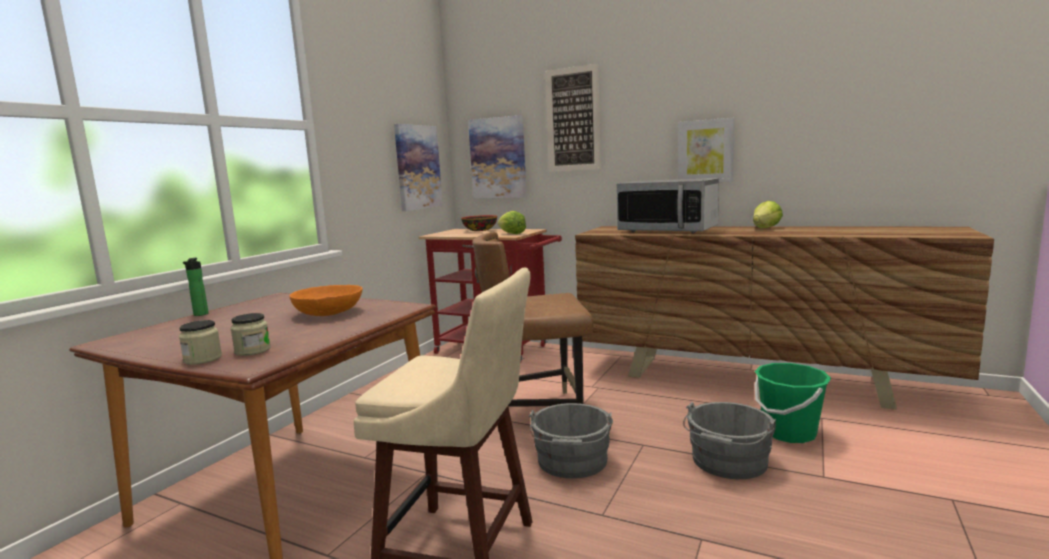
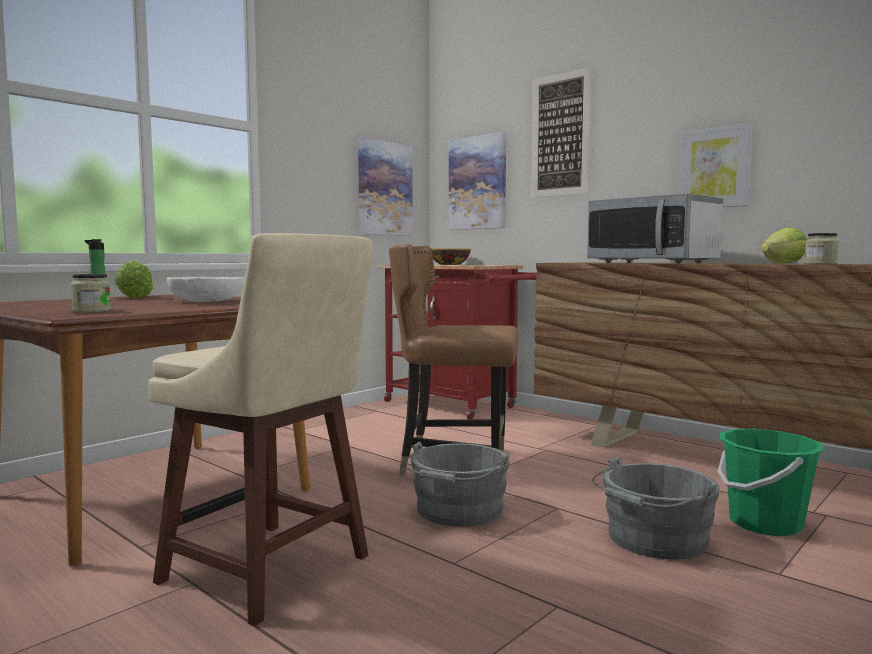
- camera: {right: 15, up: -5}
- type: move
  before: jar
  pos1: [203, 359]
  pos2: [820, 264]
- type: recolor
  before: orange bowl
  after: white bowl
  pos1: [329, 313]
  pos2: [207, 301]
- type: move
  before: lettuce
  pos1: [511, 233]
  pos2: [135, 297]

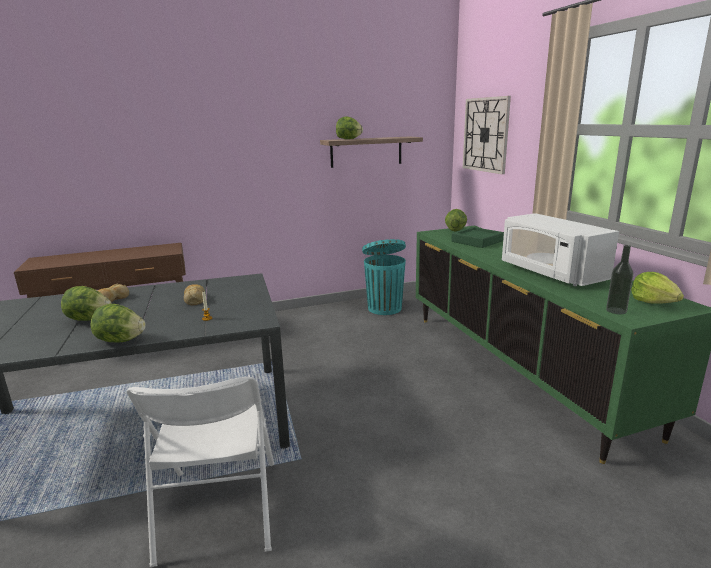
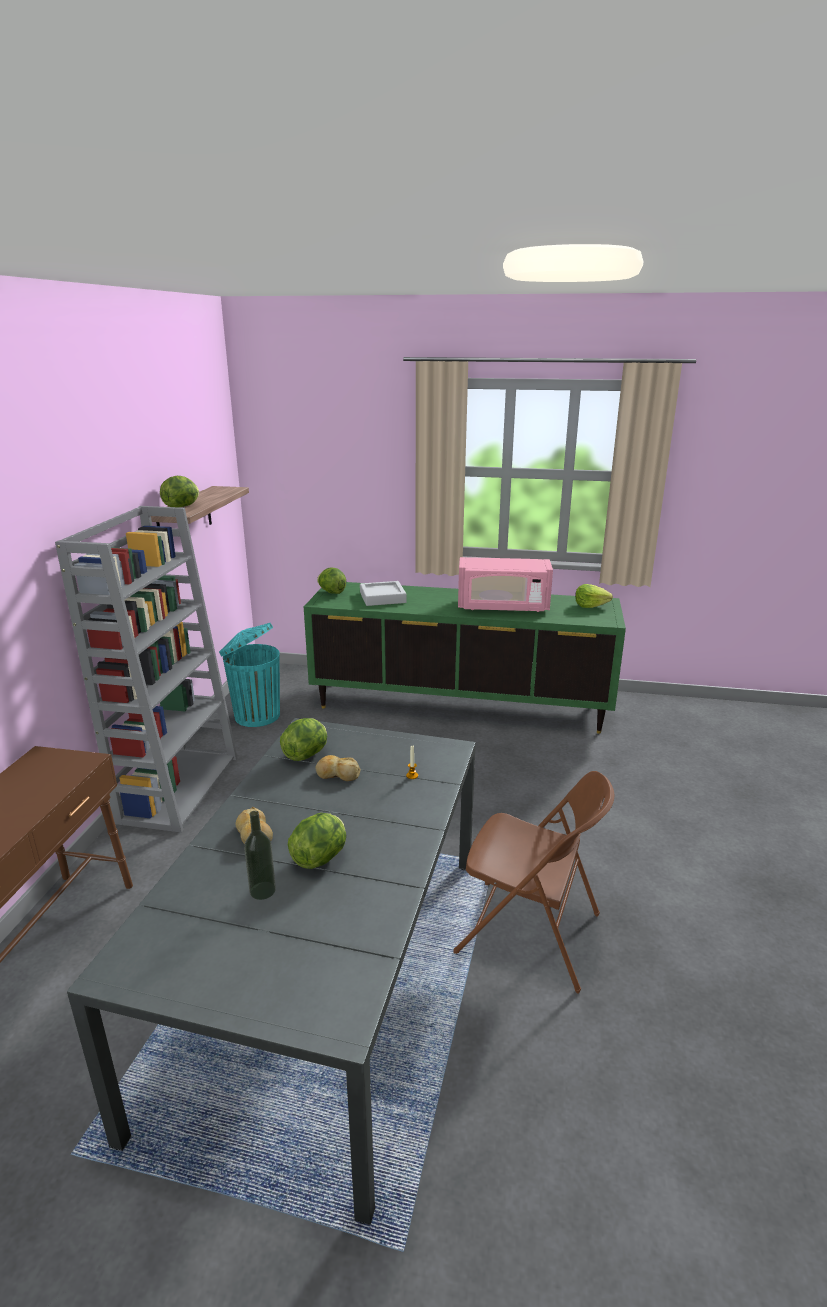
- camera: {right: -60, up: 5}
- type: move
  before: lettuce
  pos1: [120, 340]
  pos2: [306, 754]
- type: recolor
  before: white chair
  after: brown chair
  pos1: [219, 509]
  pos2: [528, 933]
- type: recolor
  before: green tray
  after: grey tray
  pos1: [477, 241]
  pos2: [382, 597]
- type: delete
  before: wall clock
  pos1: [485, 135]
- type: recolor
  before: white microwave
  after: pink microwave
  pos1: [550, 273]
  pos2: [503, 607]
- type: move
  before: bottle
  pos1: [616, 310]
  pos2: [262, 890]
- type: insert
  after: grey bookcase
  pos2: [179, 787]

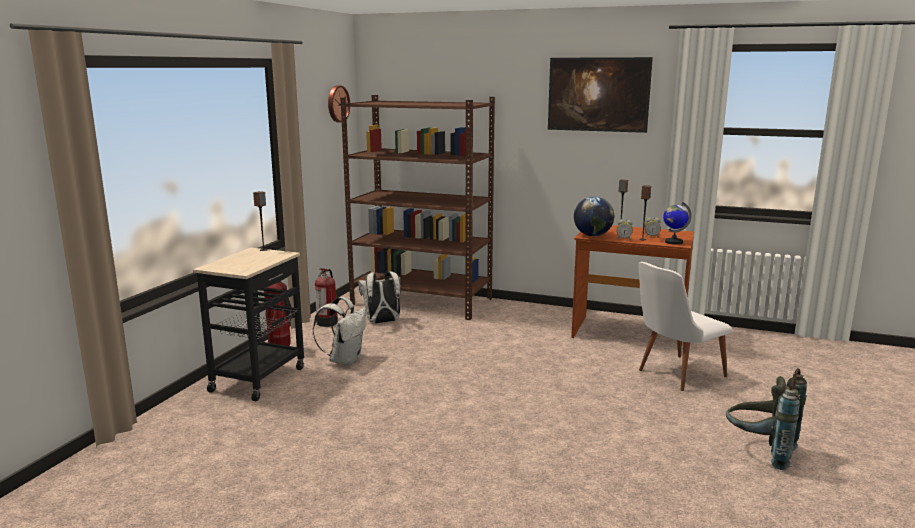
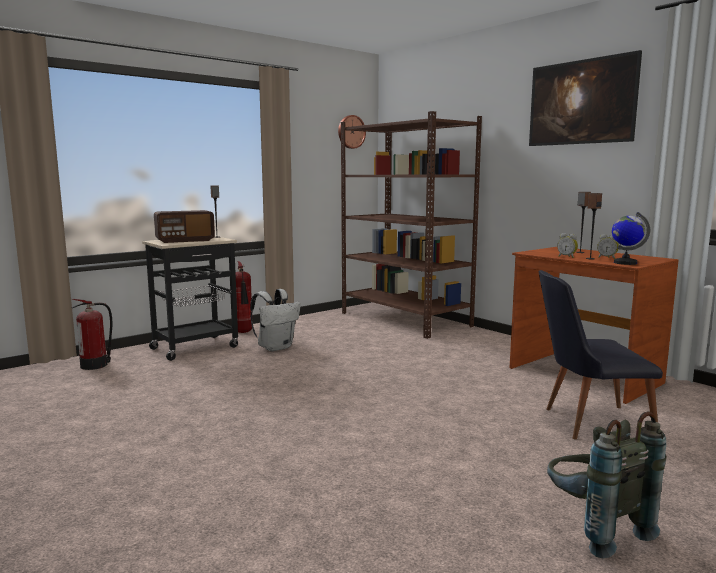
- camera: {right: 30, up: -5}
- type: move
  before: fire extinguisher
  pos1: [327, 322]
  pos2: [95, 365]
- type: delete
  before: white backpack
  pos1: [382, 322]
- type: delete
  before: globe
  pos1: [592, 235]
- type: recolor
  before: white chair
  after: black chair
  pos1: [674, 374]
  pos2: [587, 422]
- type: insert
  after: radio
  pos2: [185, 240]

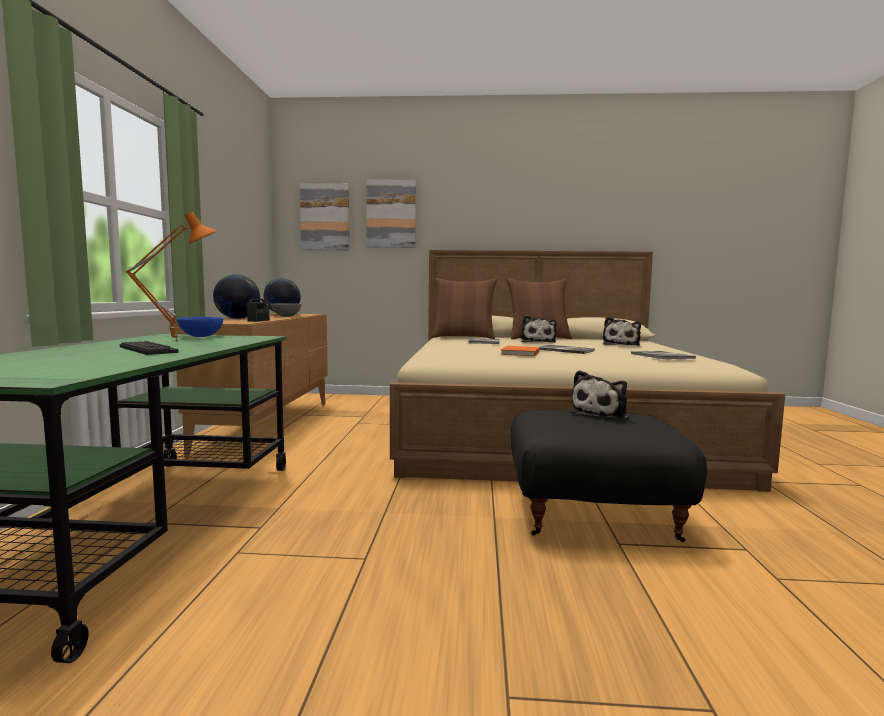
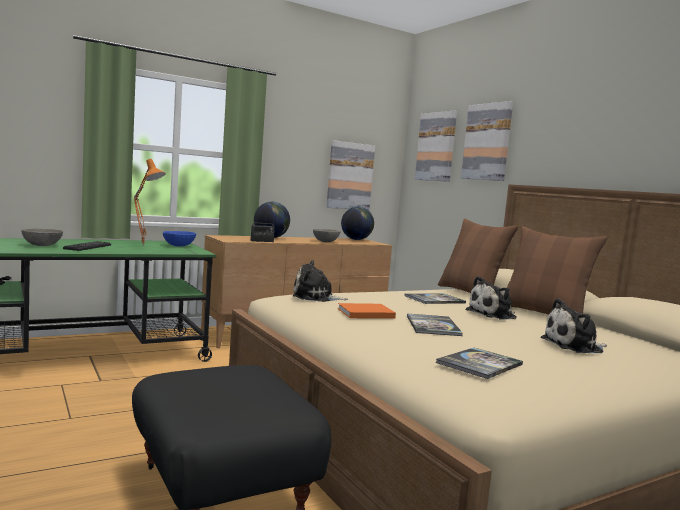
- camera: {right: 55, up: 0}
- type: move
  before: plush toy
  pos1: [601, 414]
  pos2: [315, 297]
- type: insert
  after: grey bowl
  pos2: [42, 245]
- type: insert
  after: picture
  pos2: [350, 176]

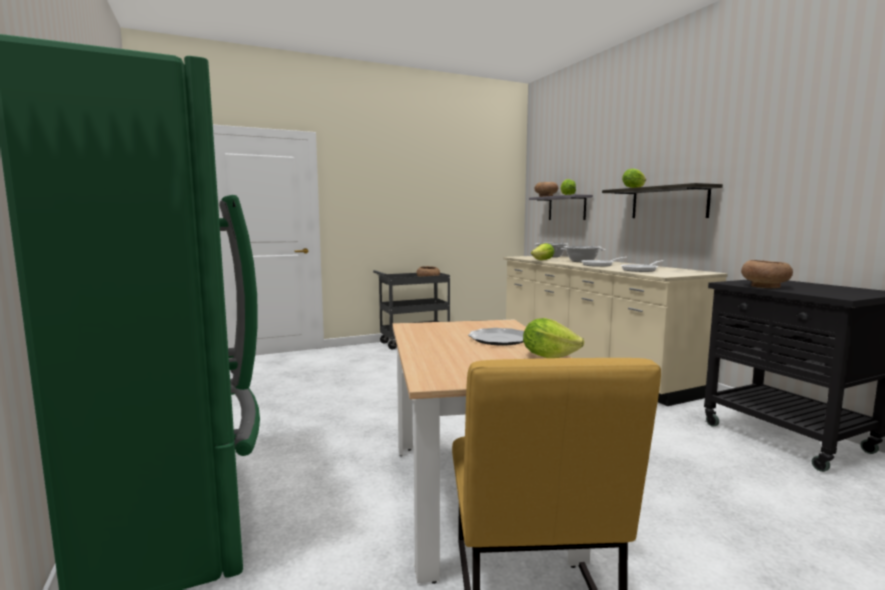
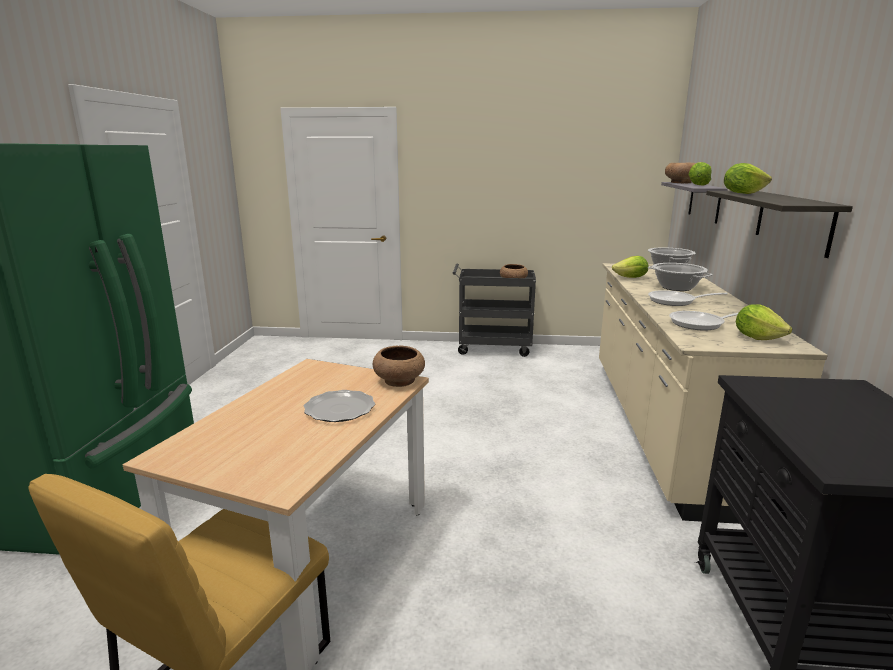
- camera: {right: 30, up: 10}
- type: move
  before: lettuce
  pos1: [548, 356]
  pos2: [757, 337]
- type: move
  before: brown bowl
  pos1: [765, 286]
  pos2: [400, 381]

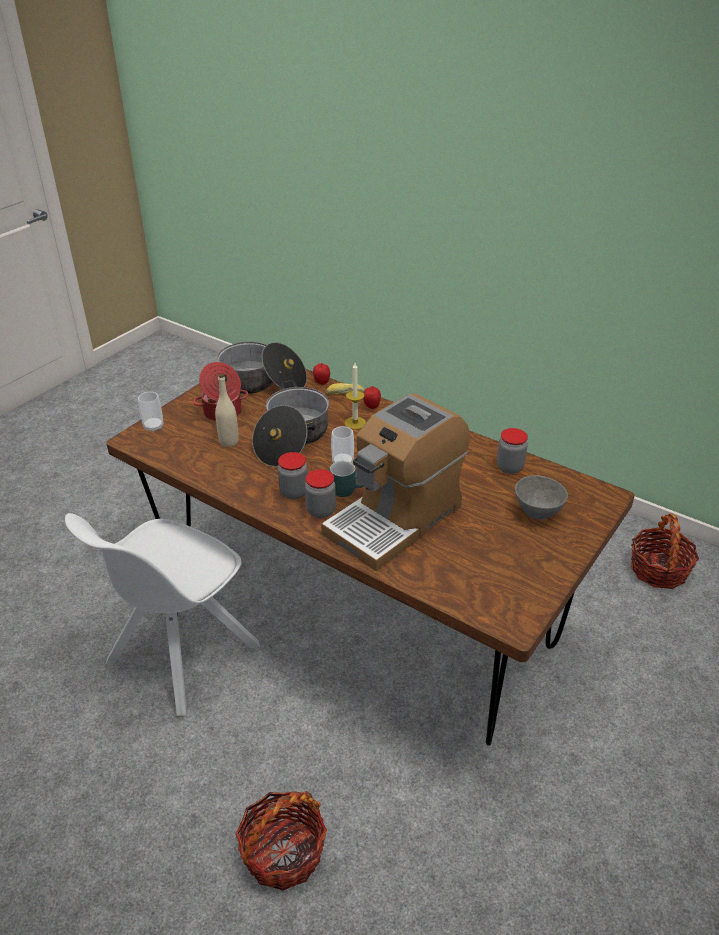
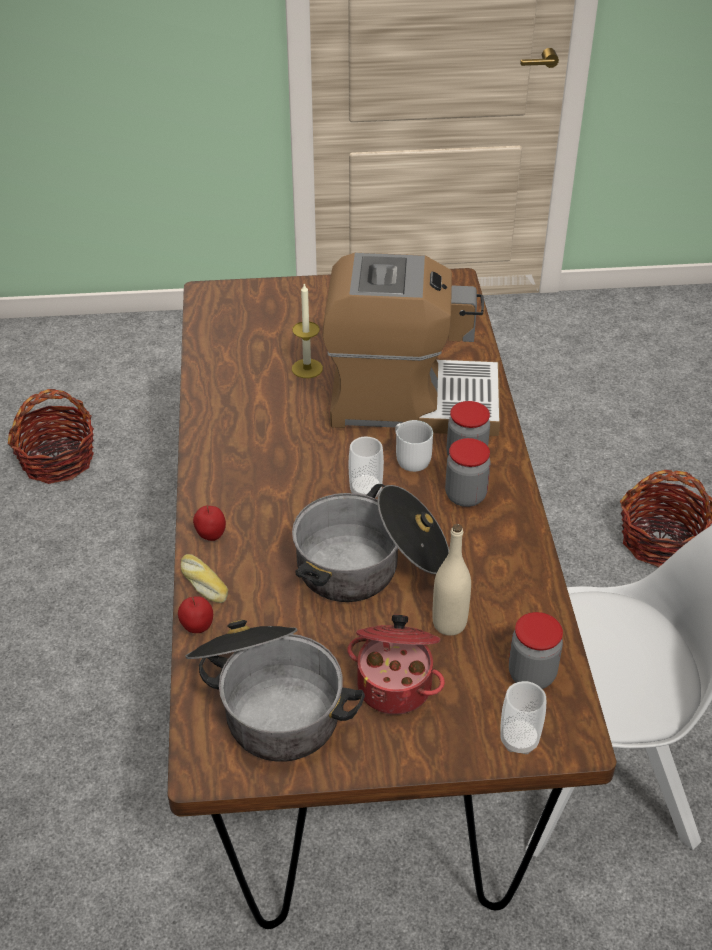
- camera: {right: -130, up: 5}
- type: recolor
  before: turquoise mug
  after: white mug
  pos1: [347, 489]
  pos2: [408, 459]
- type: move
  before: candle
  pos1: [355, 423]
  pos2: [307, 368]
- type: move
  before: jar
  pos1: [509, 467]
  pos2: [531, 675]
- type: delete
  before: grey bowl
  pos1: [536, 513]

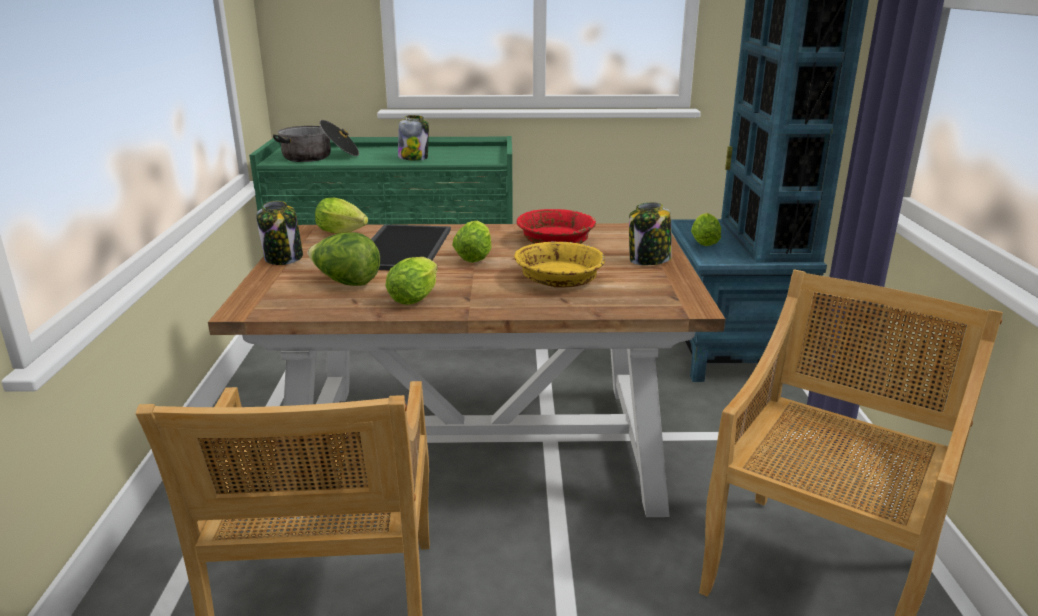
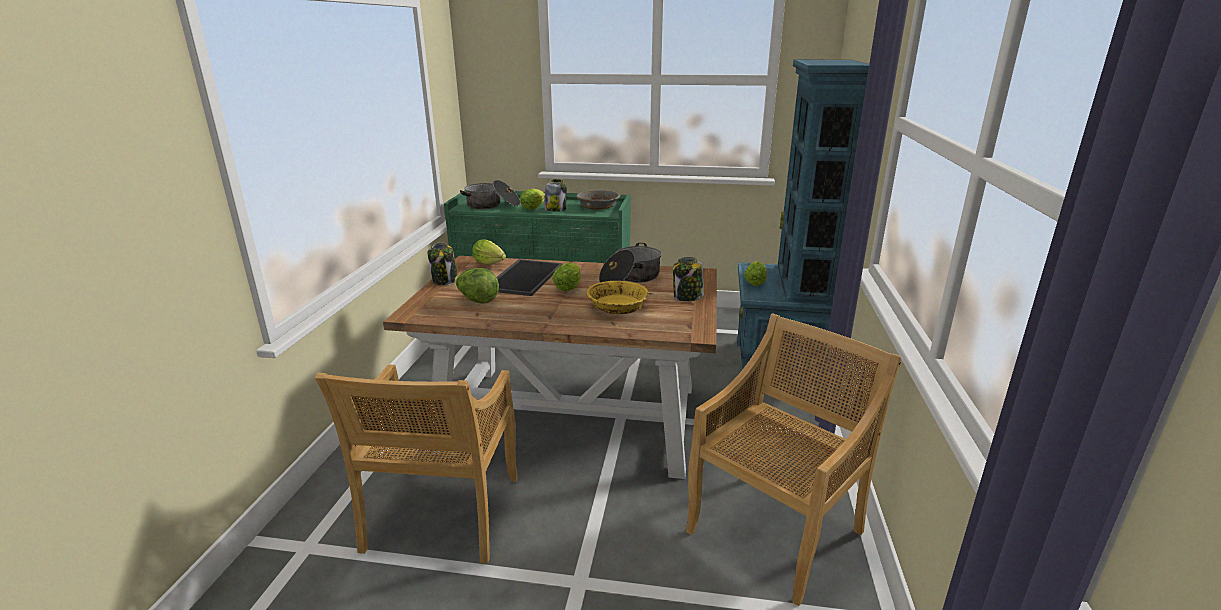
- camera: {right: 10, up: 0}
- type: move
  before: lettuce
  pos1: [416, 297]
  pos2: [534, 208]
- type: replace
  before: red bowl
  after: cooking pot
  pos1: [556, 241]
  pos2: [630, 278]
- type: insert
  after: grey bowl
  pos2: [597, 206]

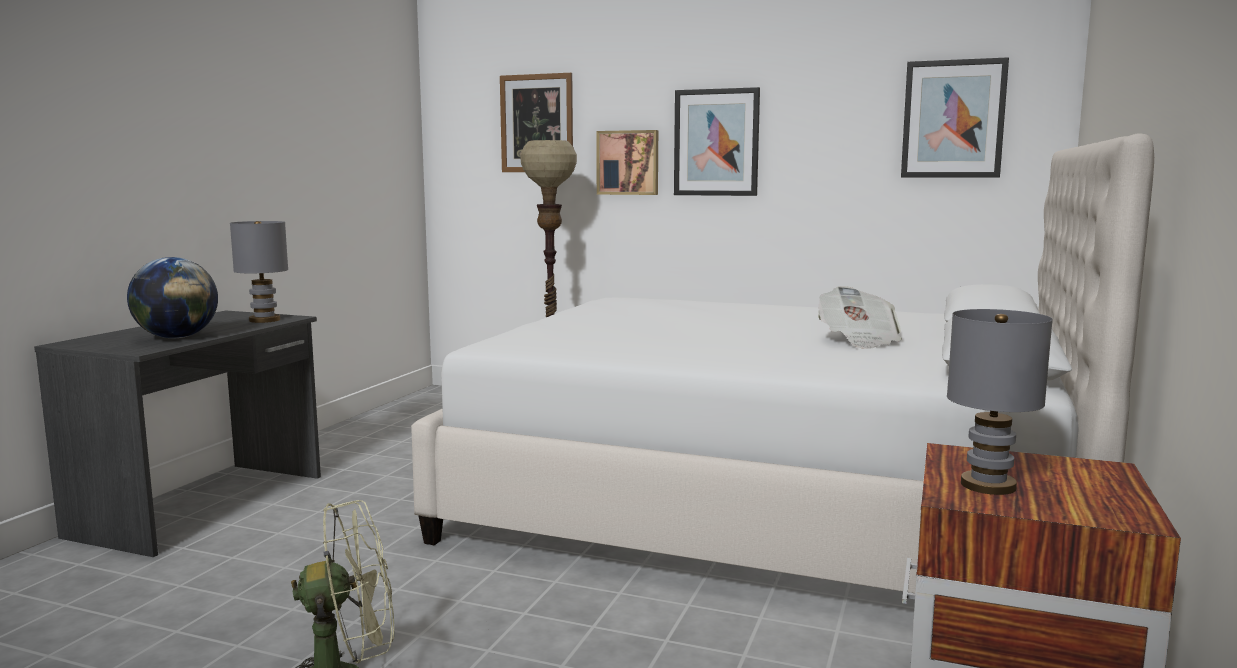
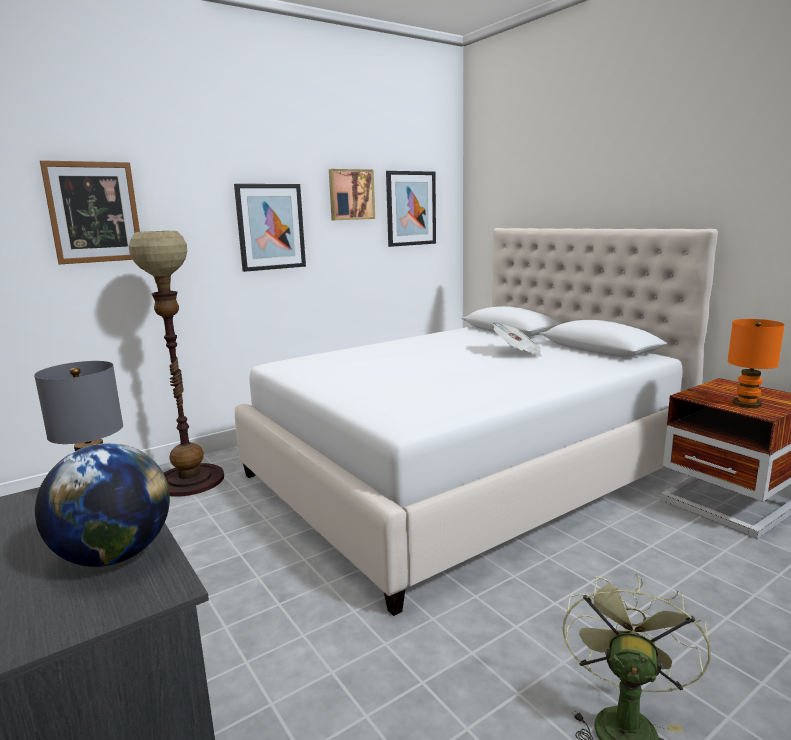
- camera: {right: -55, up: 5}
- type: move
  before: picture
  pos1: [628, 162]
  pos2: [351, 195]
- type: recolor
  before: grey table lamp
  after: orange table lamp
  pos1: [986, 485]
  pos2: [746, 404]

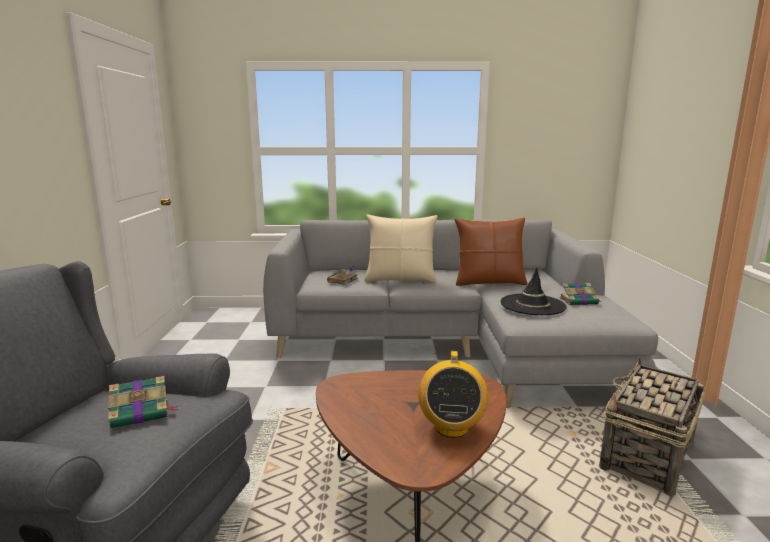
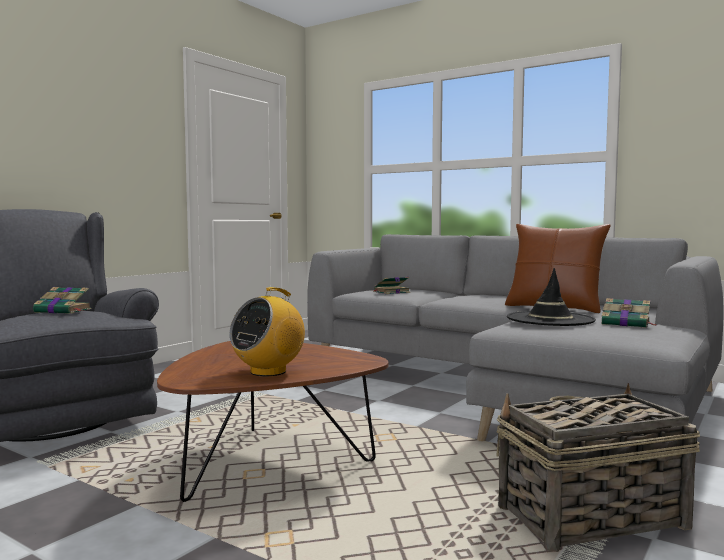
- camera: {right: 35, up: -10}
- type: delete
  before: beige pillow
  pos1: [400, 279]

